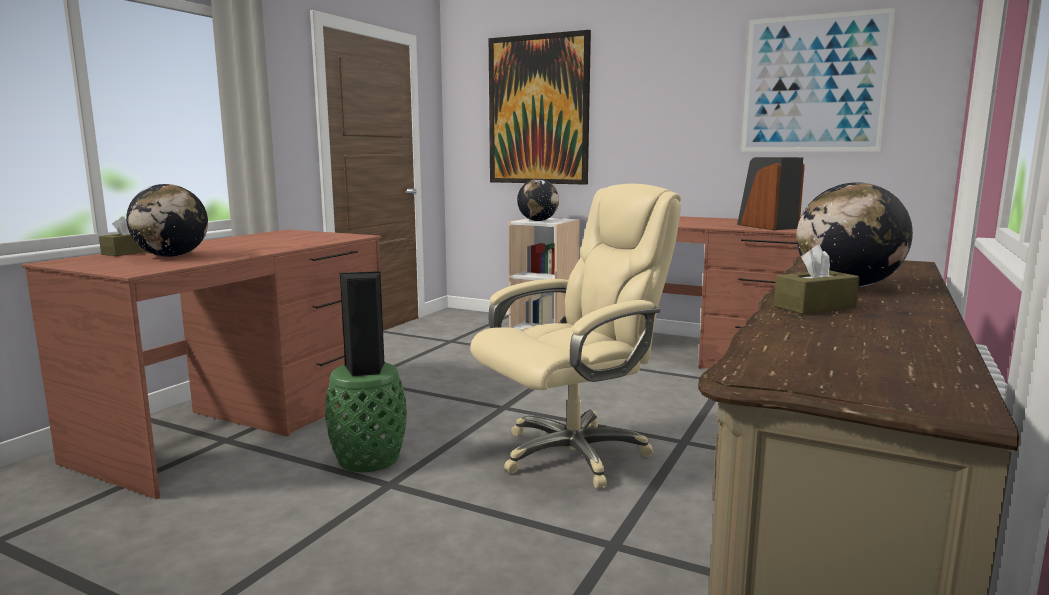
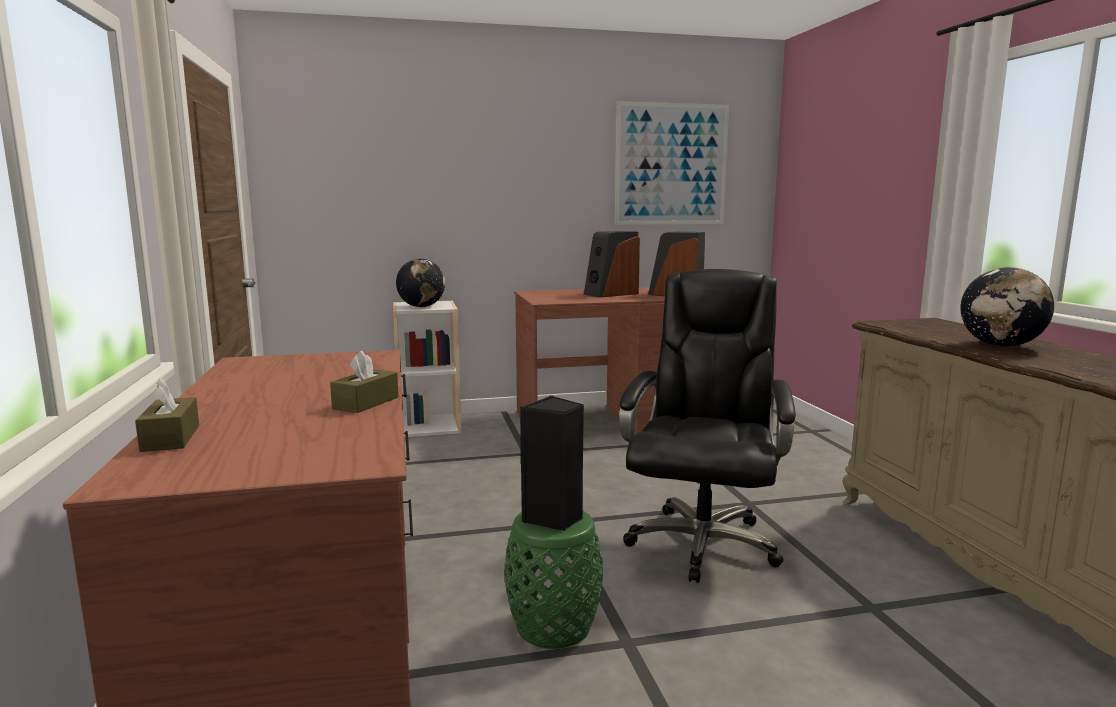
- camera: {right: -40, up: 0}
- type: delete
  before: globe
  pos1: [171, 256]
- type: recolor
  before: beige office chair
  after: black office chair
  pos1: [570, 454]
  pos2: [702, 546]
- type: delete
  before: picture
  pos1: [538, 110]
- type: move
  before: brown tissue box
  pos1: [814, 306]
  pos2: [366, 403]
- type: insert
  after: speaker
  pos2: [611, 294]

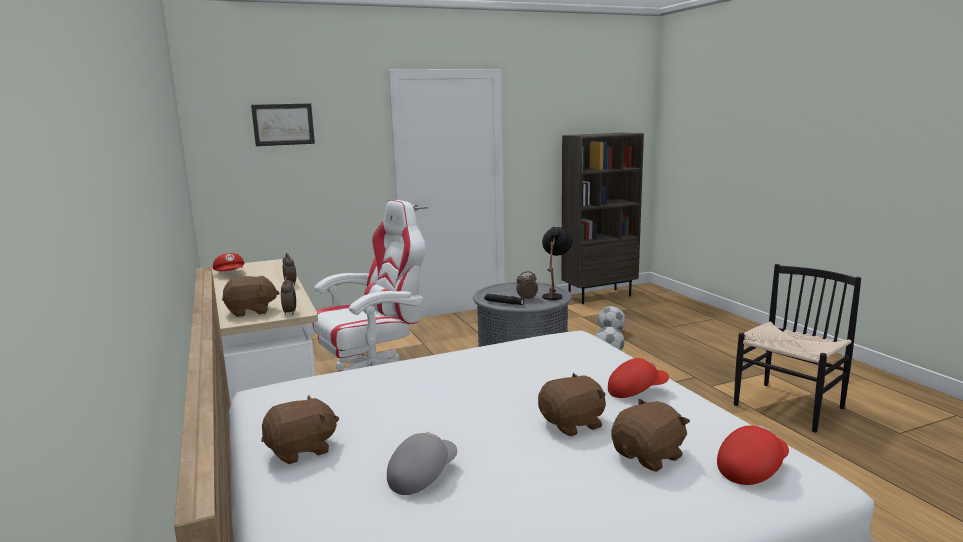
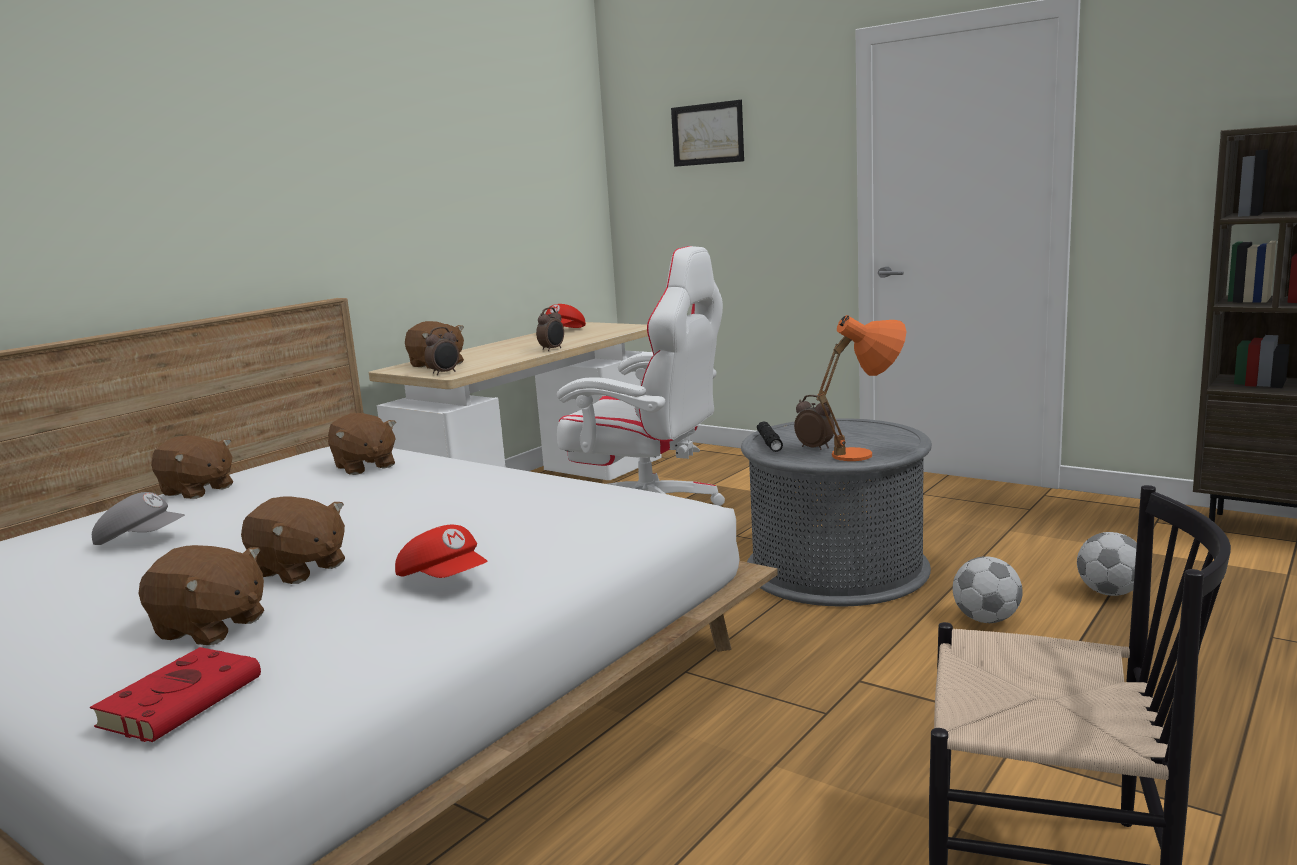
- camera: {right: 60, up: 0}
- type: recolor
  before: black table lamp
  after: orange table lamp
  pos1: [554, 295]
  pos2: [867, 454]
- type: replace
  before: red cap
  after: red book
  pos1: [751, 468]
  pos2: [184, 699]
- type: insert
  after: brown plush toy
  pos2: [364, 467]

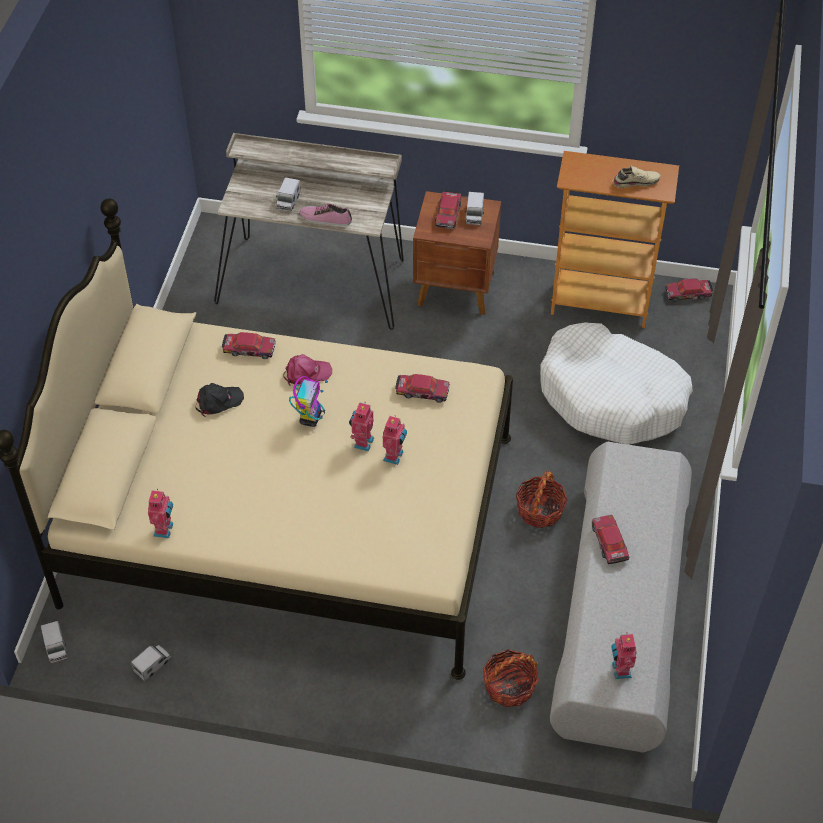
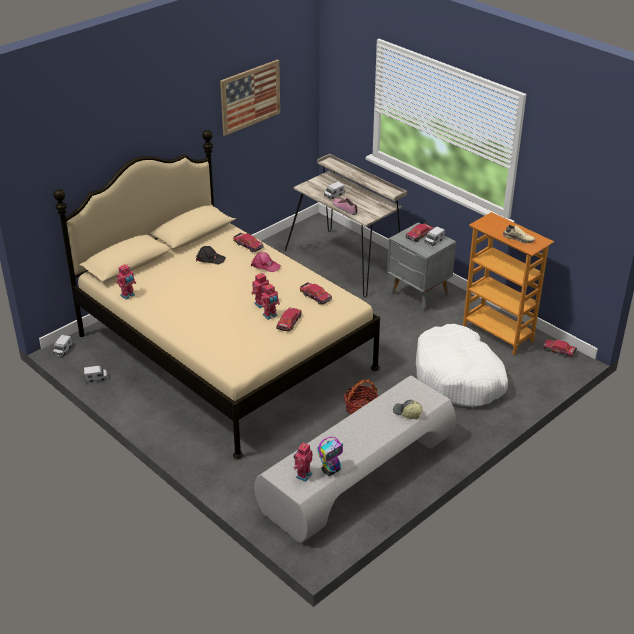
- camera: {right: 35, up: -15}
- type: move
  before: toy robot
  pos1: [310, 418]
  pos2: [331, 470]
- type: recolor
  before: brown nightstand
  after: grey nightstand
  pos1: [456, 290]
  pos2: [419, 295]
- type: delete
  before: basket
  pos1: [509, 686]
- type: move
  before: toy car
  pos1: [609, 543]
  pos2: [288, 323]
- type: insert
  after: picture
  pos2: [250, 97]
- type: insert
  after: cap
  pos2: [407, 413]

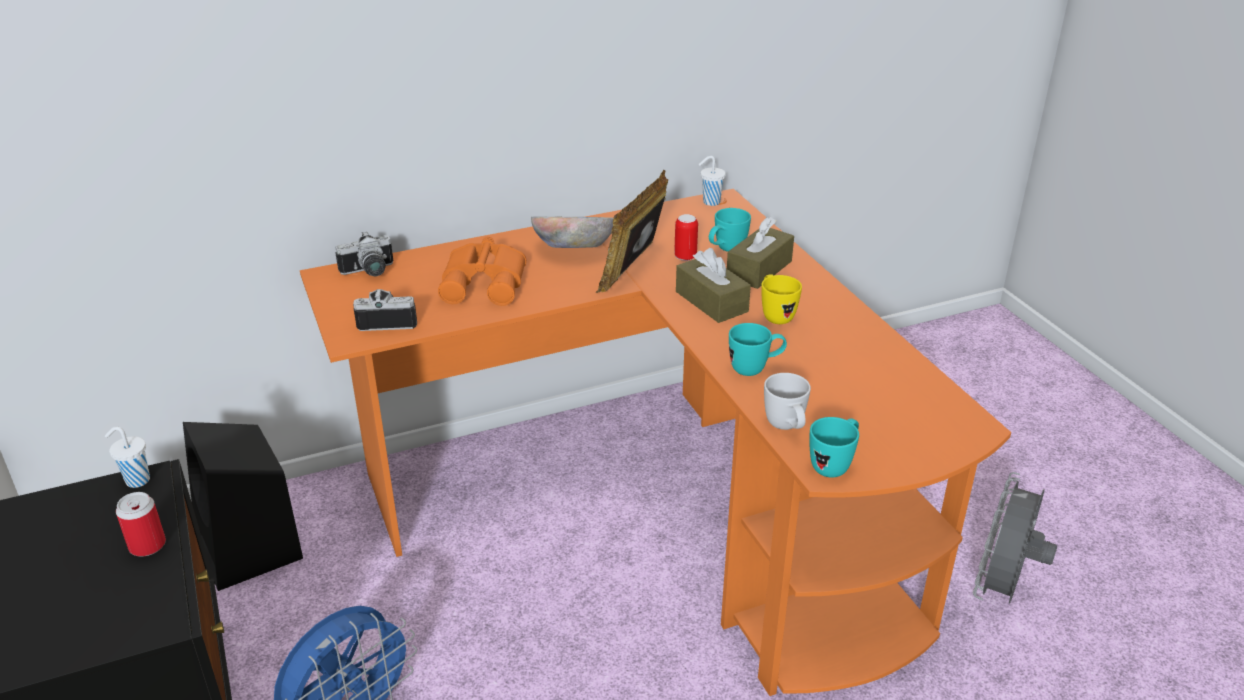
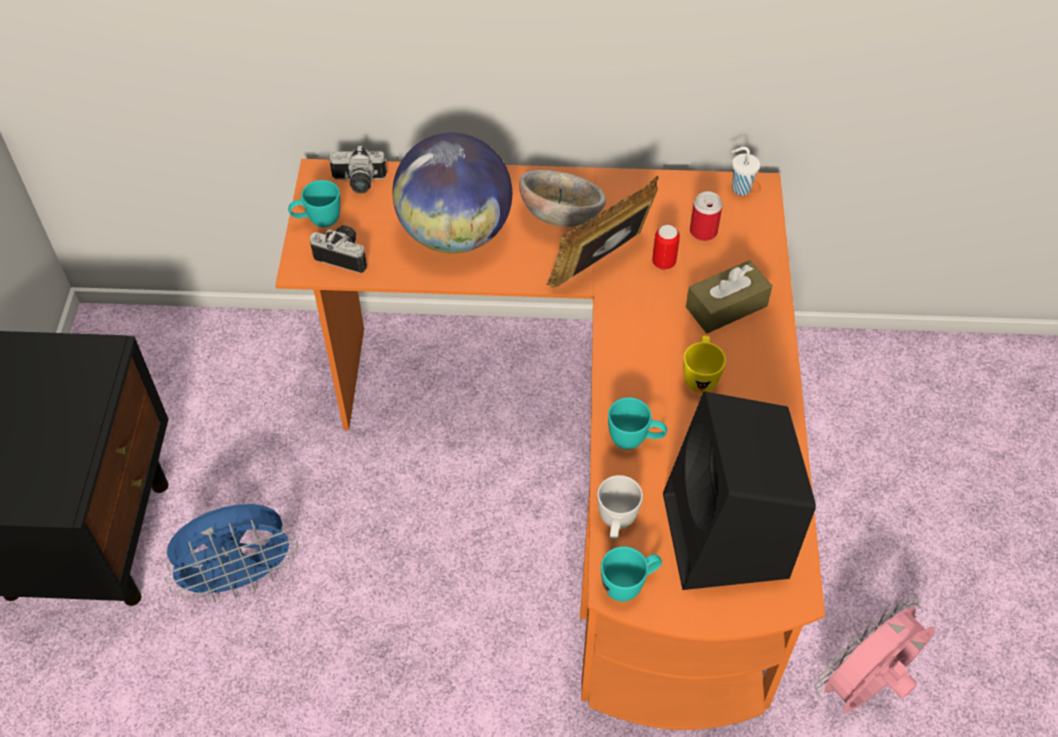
- camera: {right: 25, up: 20}
- type: delete
  before: white cup
  pos1: [136, 480]
- type: move
  before: can
  pos1: [147, 545]
  pos2: [703, 231]
- type: move
  before: black speaker
  pos1: [251, 550]
  pos2: [727, 539]
- type: replace
  before: orange binoculars
  after: globe
  pos1: [486, 282]
  pos2: [455, 233]
- type: delete
  before: brown tissue box
  pos1: [711, 302]
- type: move
  before: turquoise mug
  pos1: [726, 250]
  pos2: [318, 221]
- type: recolor
  before: grey fan
  after: pink fan
  pos1: [1001, 590]
  pos2: [865, 687]

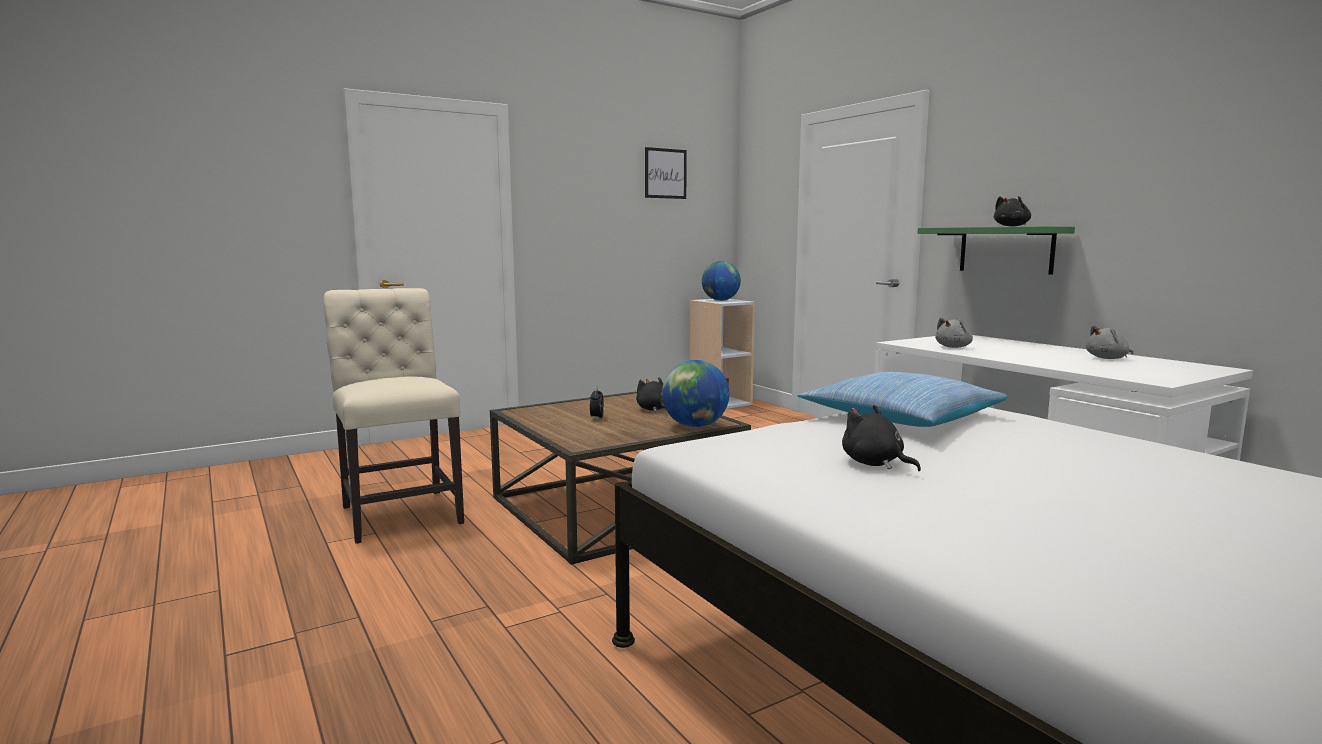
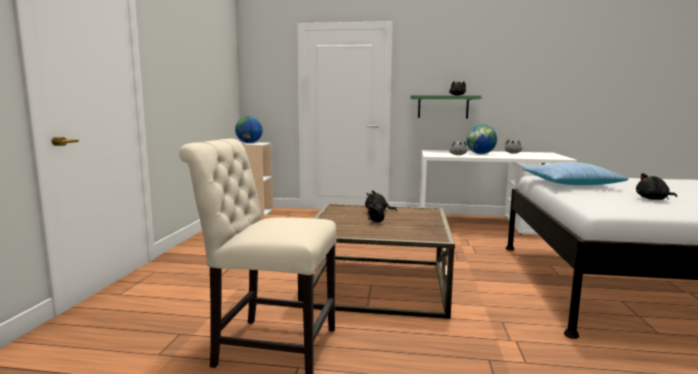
- camera: {right: -50, up: 0}
- type: delete
  before: picture
  pos1: [665, 173]
- type: move
  before: globe
  pos1: [695, 426]
  pos2: [480, 154]

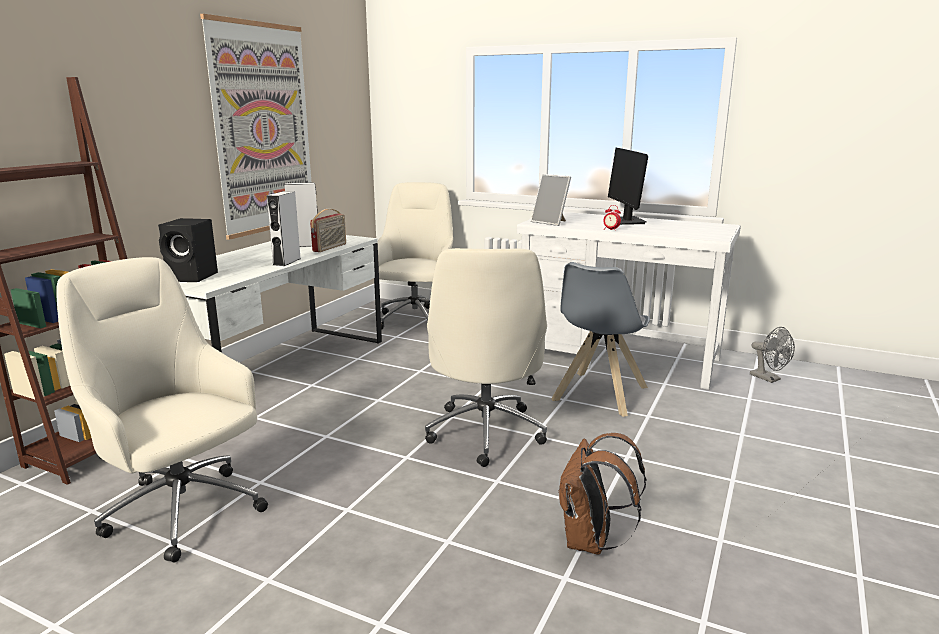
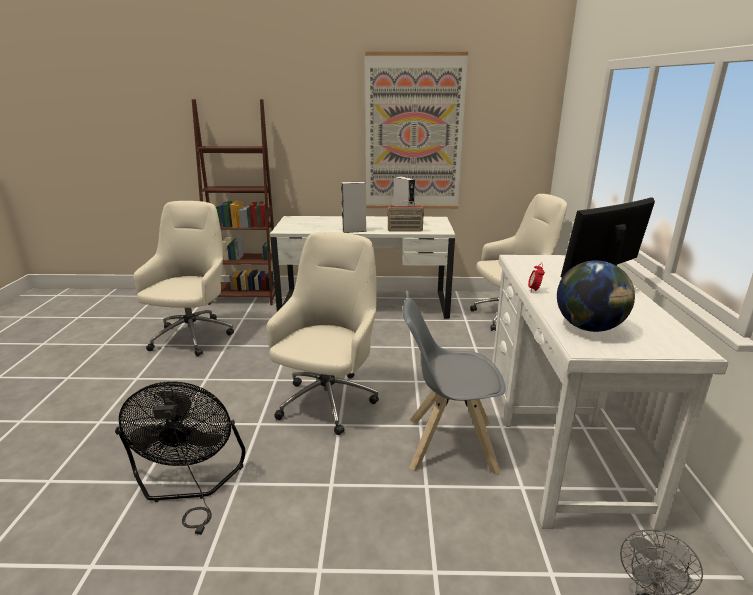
- camera: {right: 65, up: 5}
- type: delete
  before: black speaker
  pos1: [194, 277]
- type: rotate
  before: beige office chair
  pos1: [485, 433]
  pos2: [328, 401]
  turn: 135
- type: delete
  before: picture frame
  pos1: [551, 222]
- type: replace
  before: brown backpack
  after: black fan
  pos1: [591, 542]
  pos2: [187, 486]
- type: insert
  after: globe
  pos2: [589, 328]

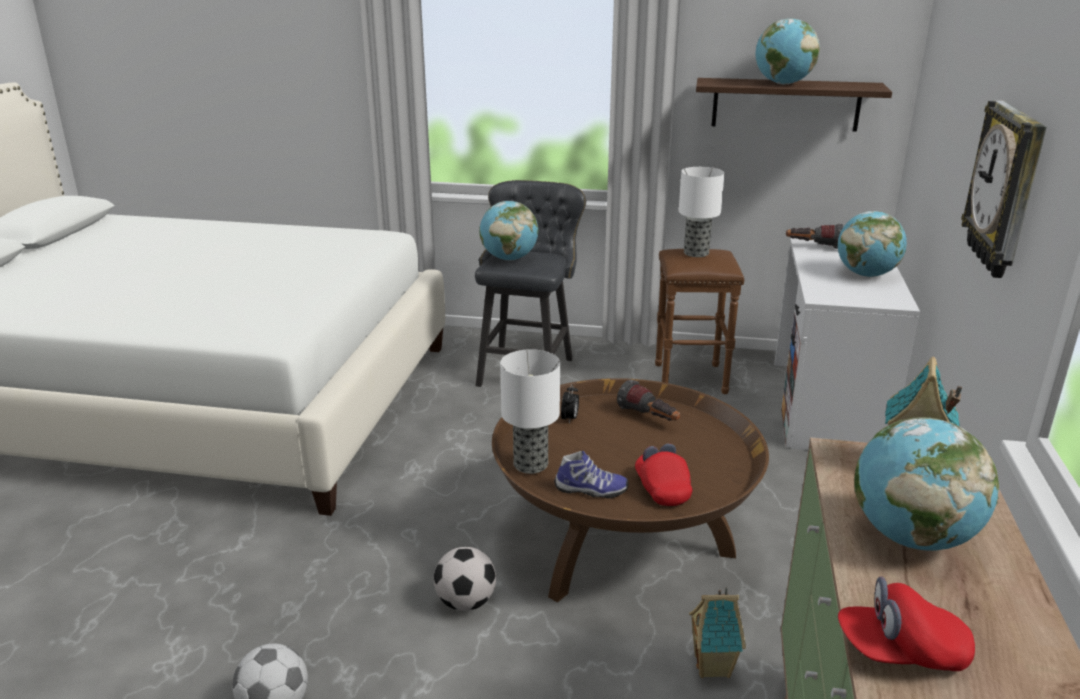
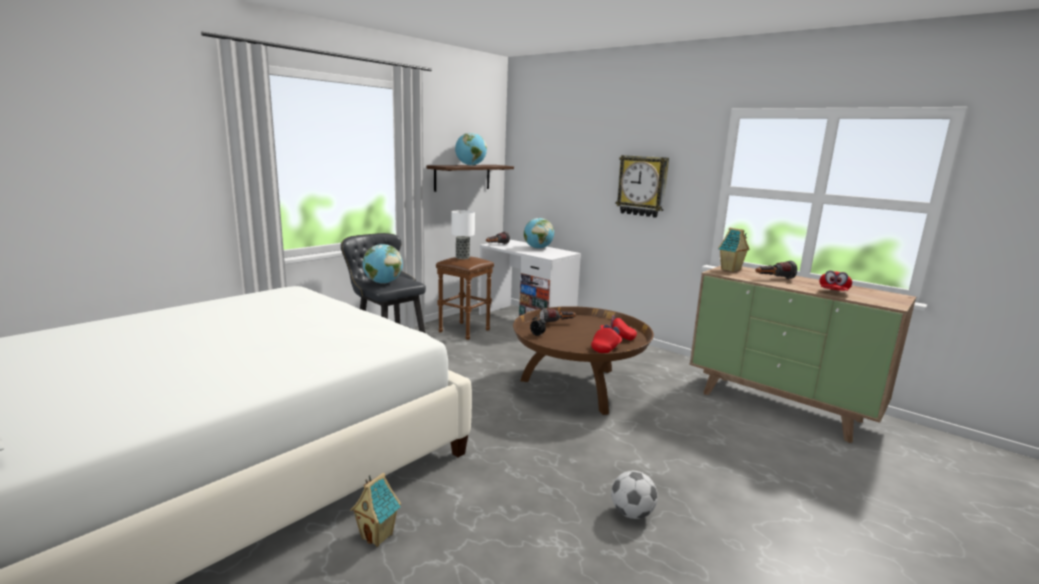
- camera: {right: -60, up: -10}
- type: delete
  before: football
  pos1: [466, 602]
- type: delete
  before: table lamp
  pos1: [531, 464]
- type: replace
  before: shoe
  after: red cap
  pos1: [590, 490]
  pos2: [606, 348]
- type: move
  before: toy house
  pos1: [714, 667]
  pos2: [378, 536]
- type: replace
  before: globe
  after: flashlight
  pos1: [912, 537]
  pos2: [773, 279]

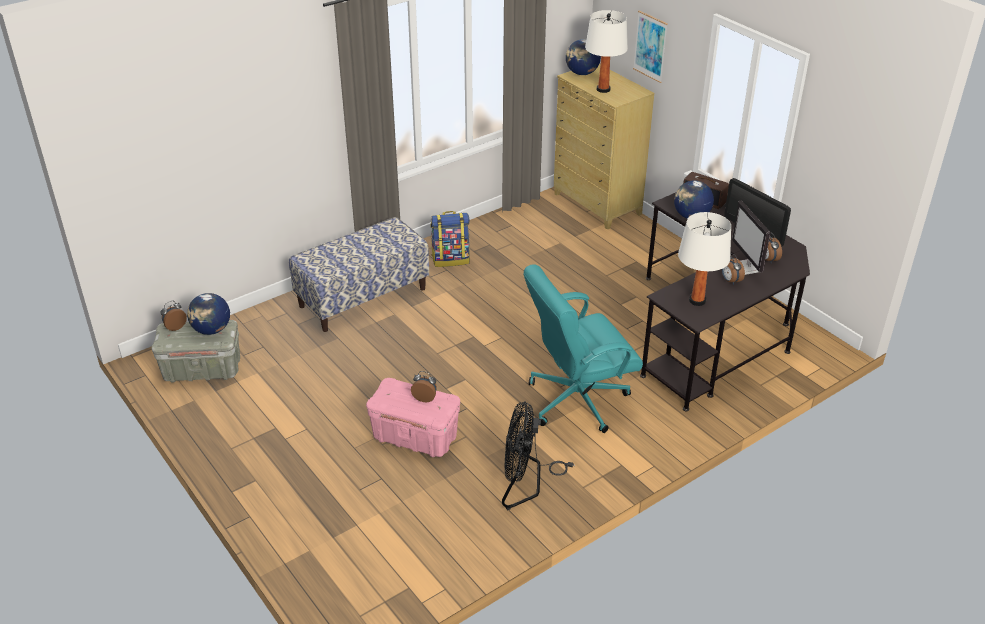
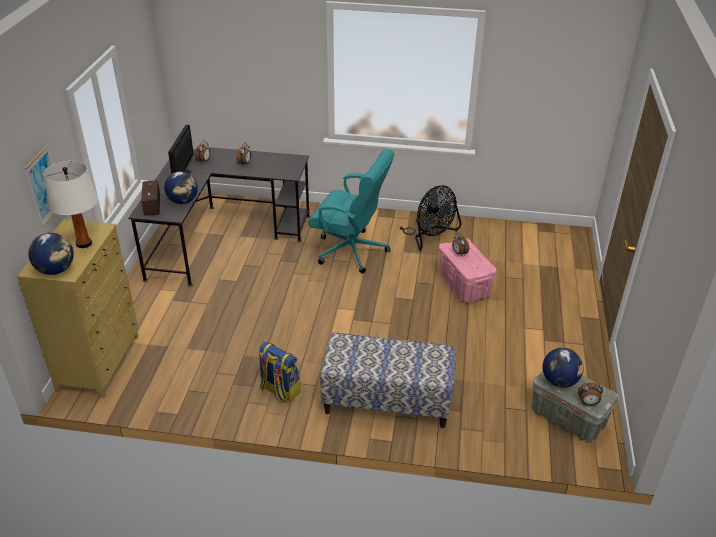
- camera: {right: -135, up: 0}
- type: delete
  before: white table lamp
  pos1: [697, 300]
- type: delete
  before: monitor
  pos1: [747, 267]

